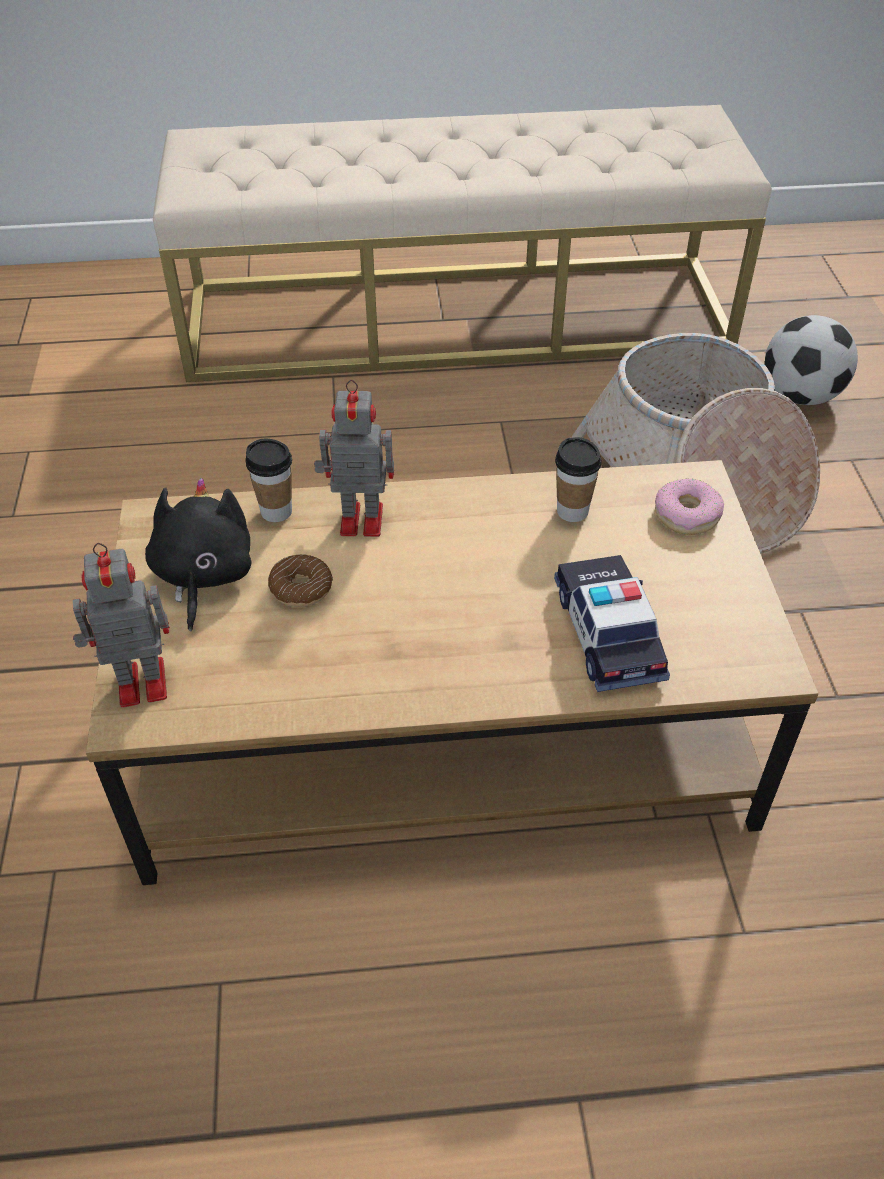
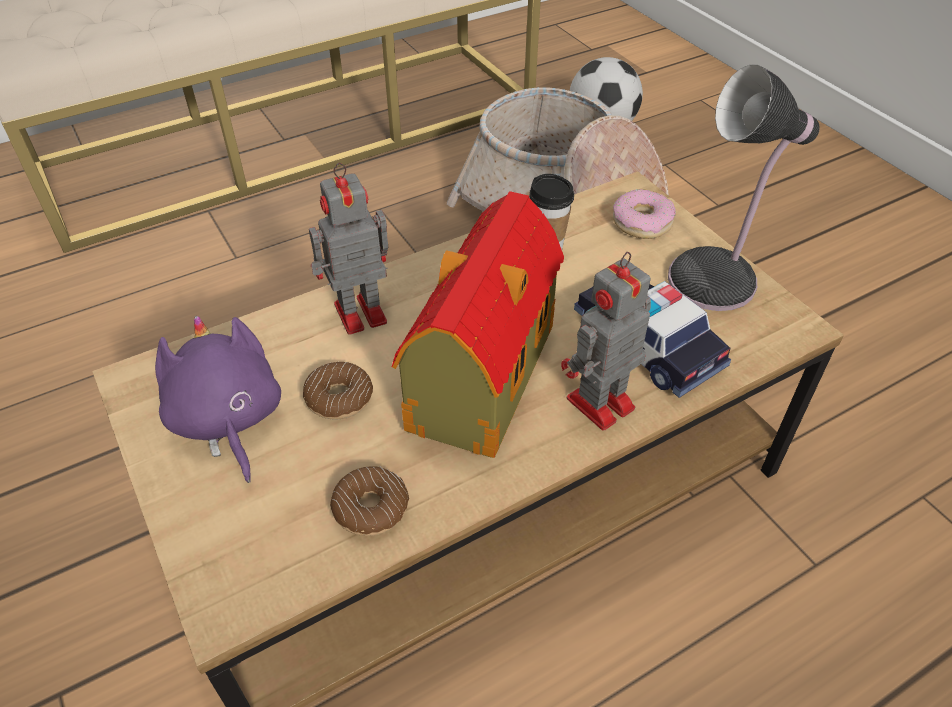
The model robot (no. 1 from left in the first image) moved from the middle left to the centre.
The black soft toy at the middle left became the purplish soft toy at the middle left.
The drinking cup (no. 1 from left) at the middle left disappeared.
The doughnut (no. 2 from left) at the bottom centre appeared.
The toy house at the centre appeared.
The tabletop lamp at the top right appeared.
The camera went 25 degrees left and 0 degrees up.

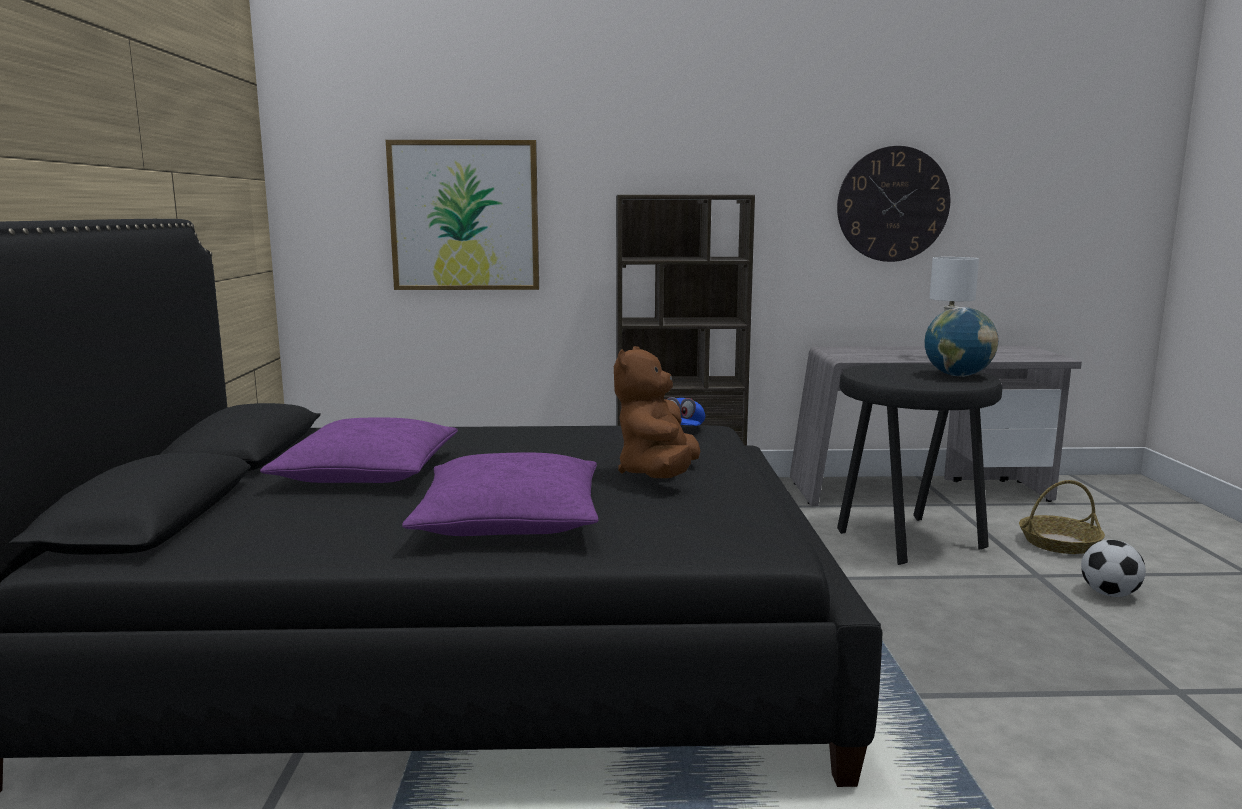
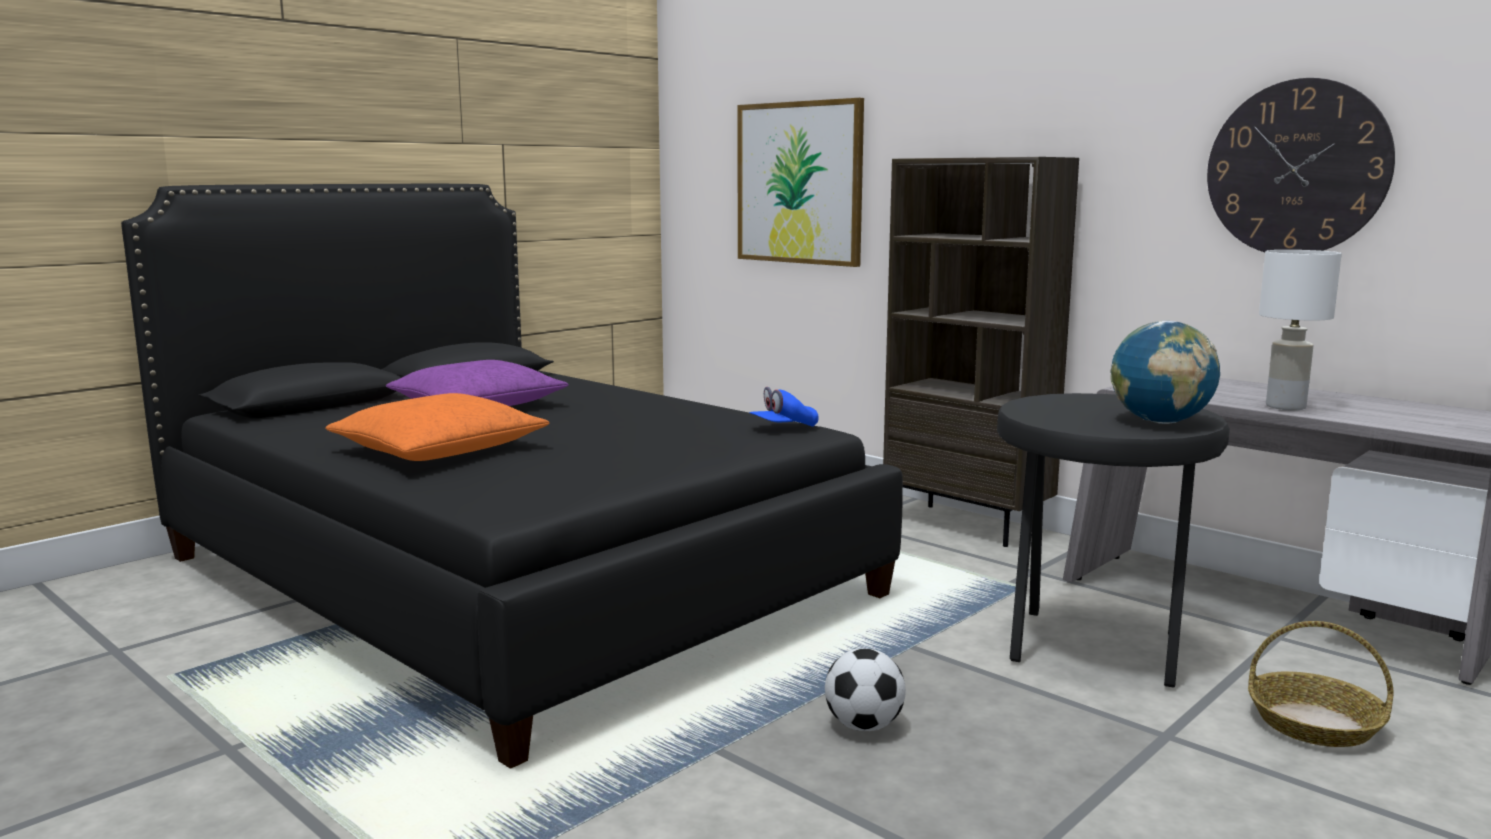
The purplish throw pillow (no. 2 from left) at the centre became the orangey throw pillow at the middle left.
The brownish soft toy at the centre disappeared.
The football moved from the bottom right to the bottom centre.
The camera went 45 degrees right and 0 degrees up.

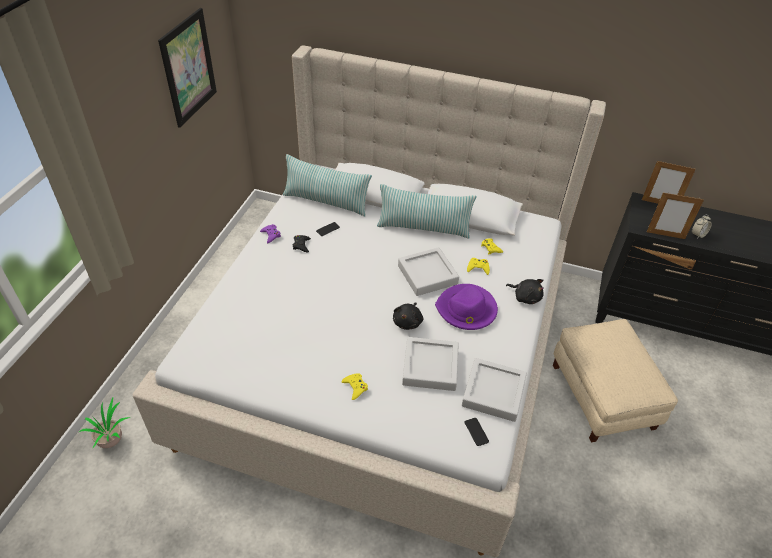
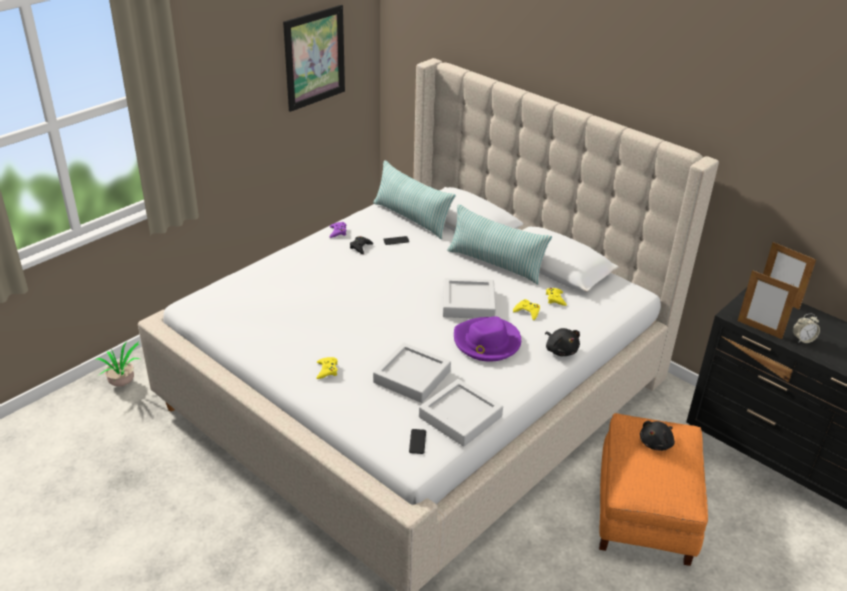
The black soft toy (no. 1 from left in the first image) moved from the centre to the bottom right.
The beige-coloured pouffe at the bottom right became the orangey pouffe at the bottom right.
The camera went 25 degrees right and 10 degrees down.

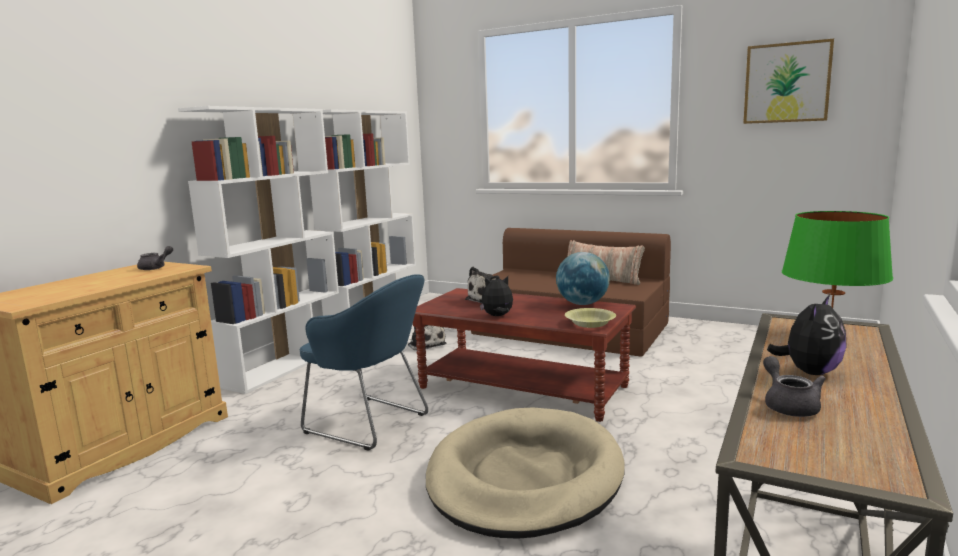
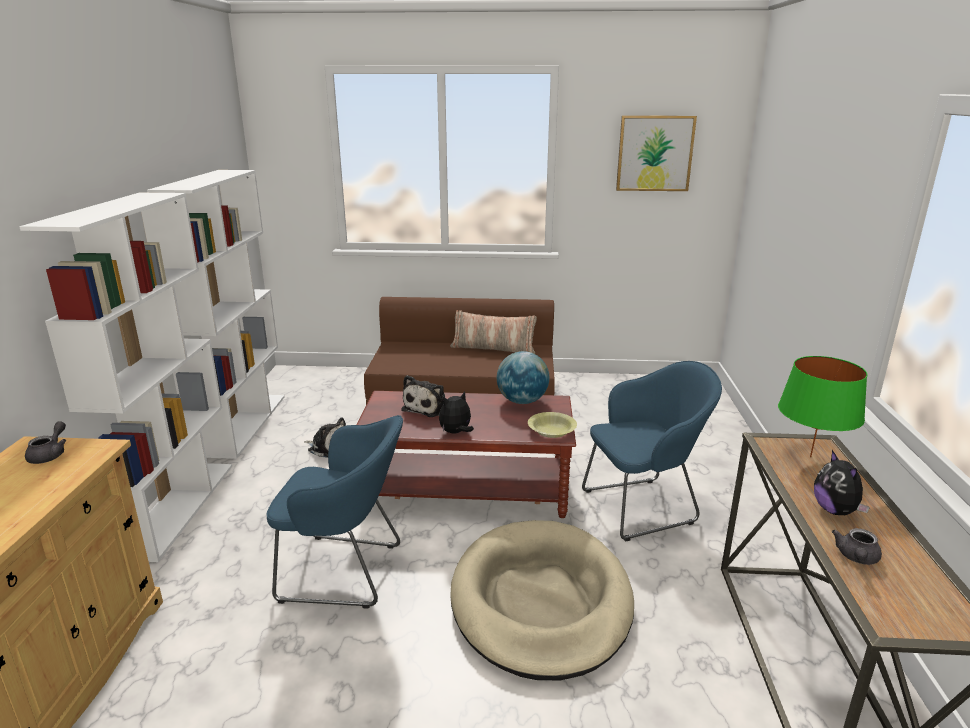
The greyish tea pot (no. 2 from left) at the bottom right turned 120 degrees counterclockwise.
The soft toy (no. 4 from left) at the middle right turned 150 degrees clockwise.
The blue-coloured armchair (no. 2 from left) at the middle right appeared.
The camera went 25 degrees left and 10 degrees up.

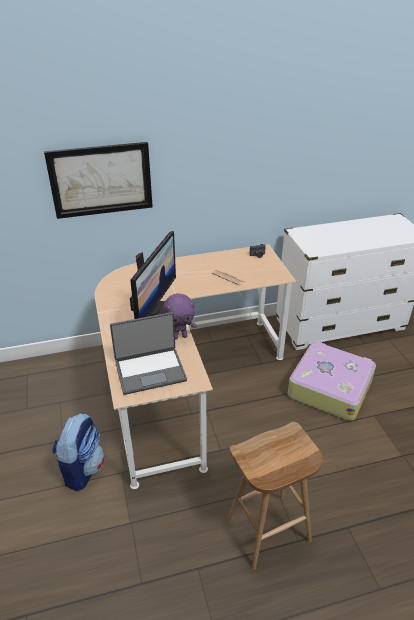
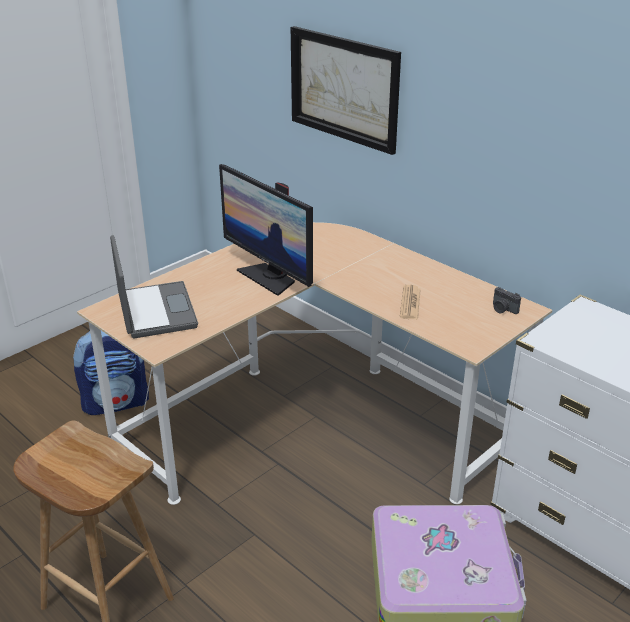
The portable computer at the centre turned 150 degrees counterclockwise.
The computer screen at the centre turned 60 degrees clockwise.
The purplish soft toy at the centre disappeared.
The camera went 60 degrees right and 5 degrees down.

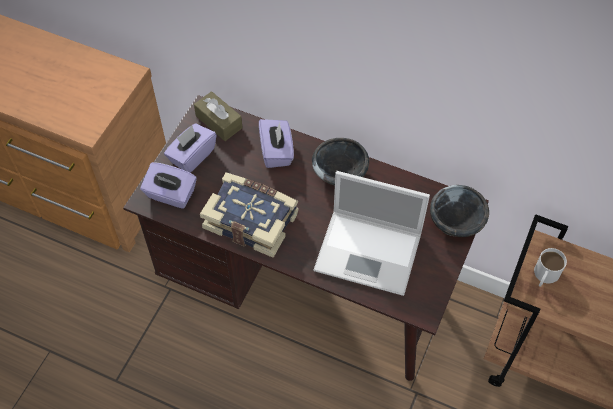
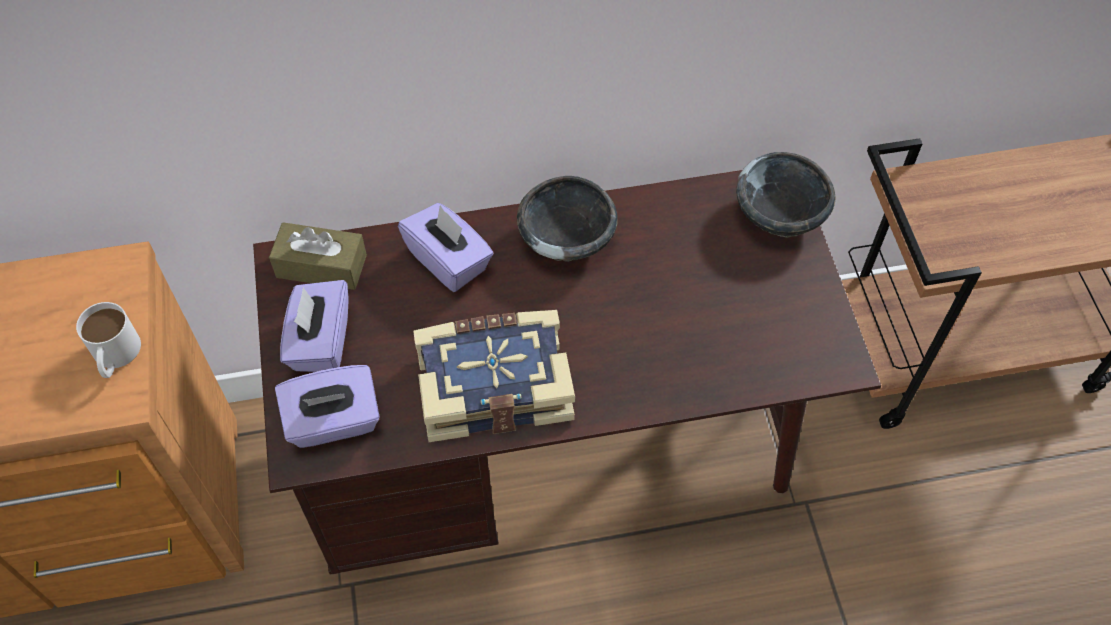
The portable computer at the centre disappeared.
The white tea mug moved from the middle right to the middle left.
The camera went 35 degrees left and 0 degrees up.

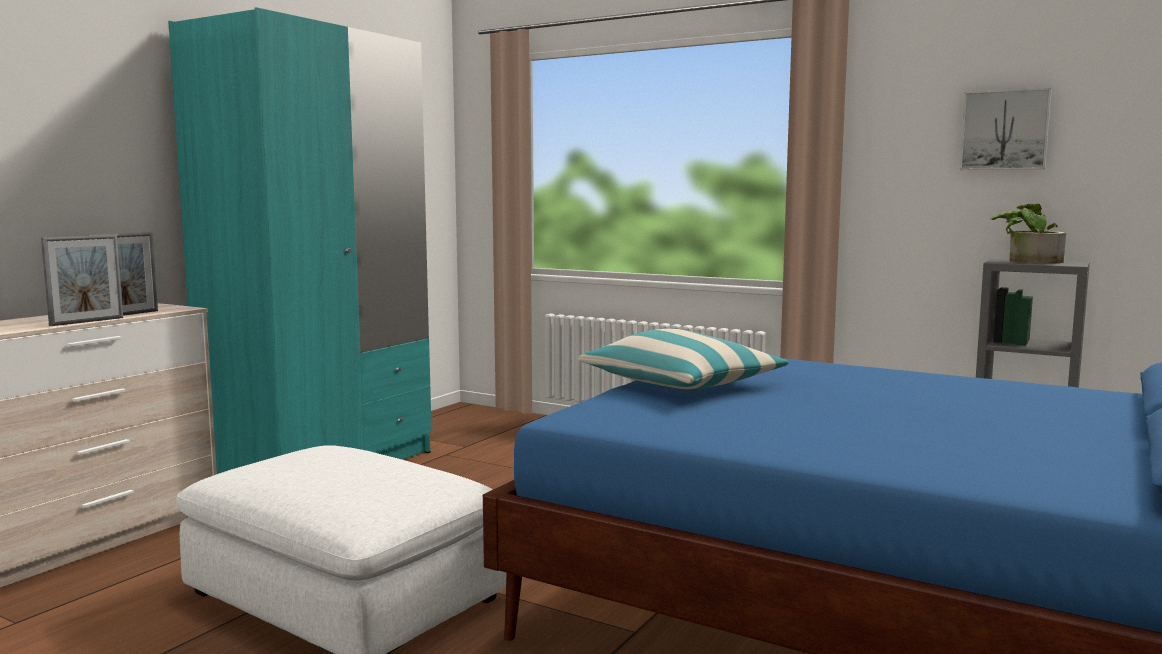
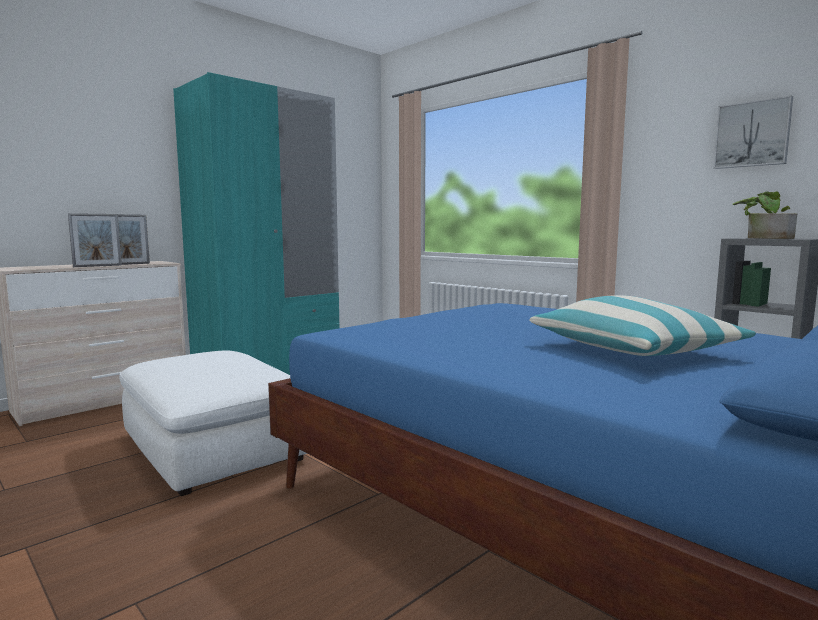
The throw pillow moved from the centre to the middle right.
The camera went 15 degrees right and 0 degrees up.

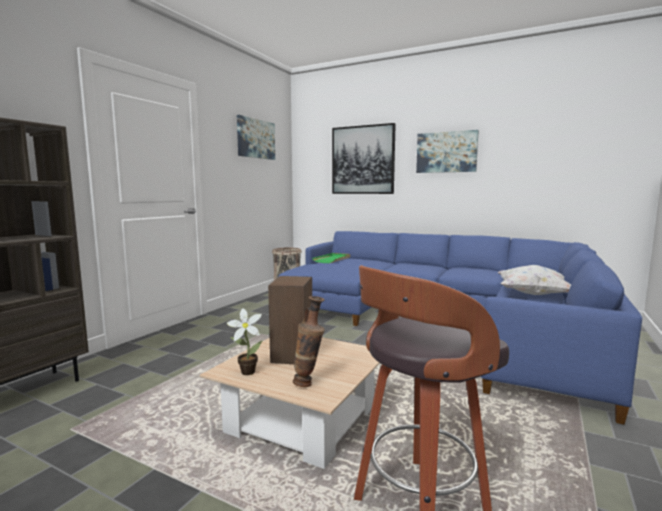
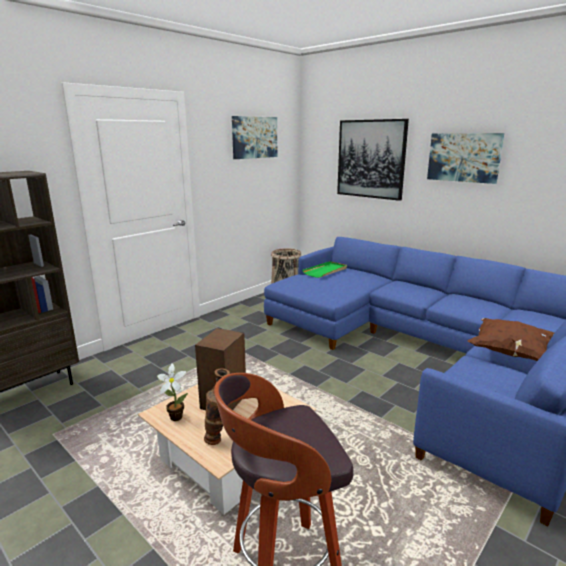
The white throw pillow at the middle right became the brownish throw pillow at the middle right.
The camera went 15 degrees right and 10 degrees up.

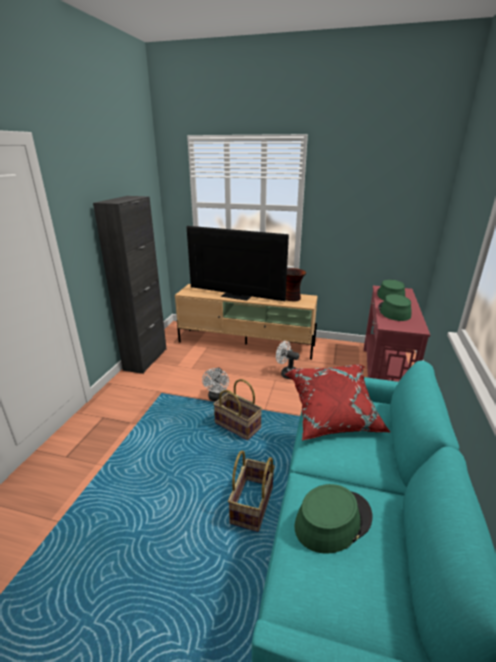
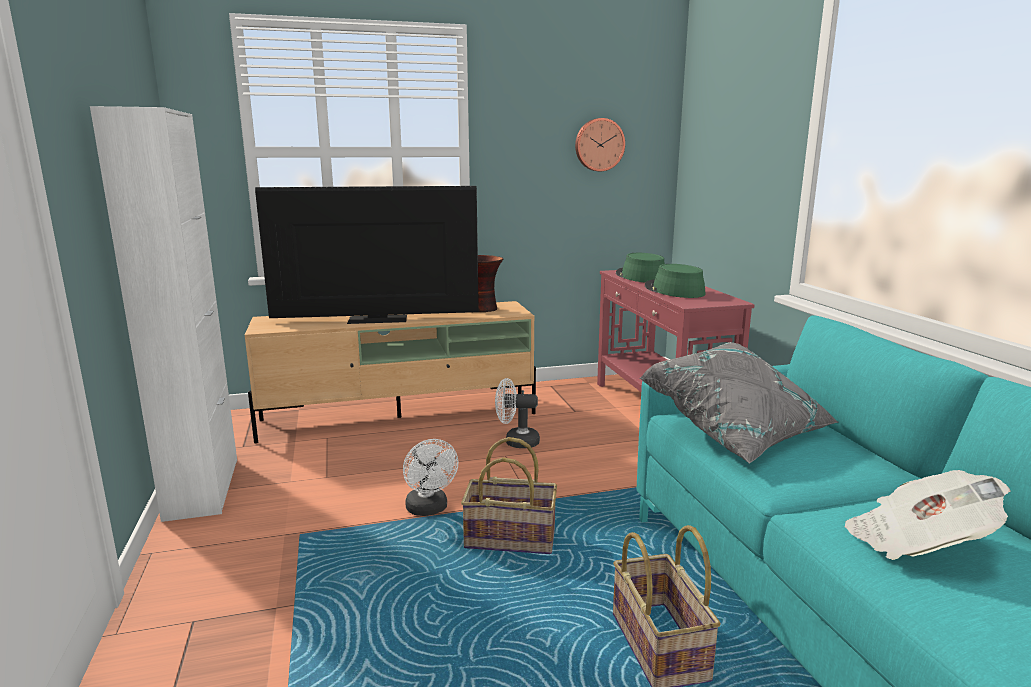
The black cupboard at the middle left became the white cupboard at the middle left.
The red-coloured throw pillow at the middle right became the greyish throw pillow at the middle right.
The greenish clothing hat (no. 1 from left) at the bottom right was replaced by the daily paper at the bottom right.
The wall clock at the top centre appeared.
The camera went 30 degrees left and 10 degrees down.

